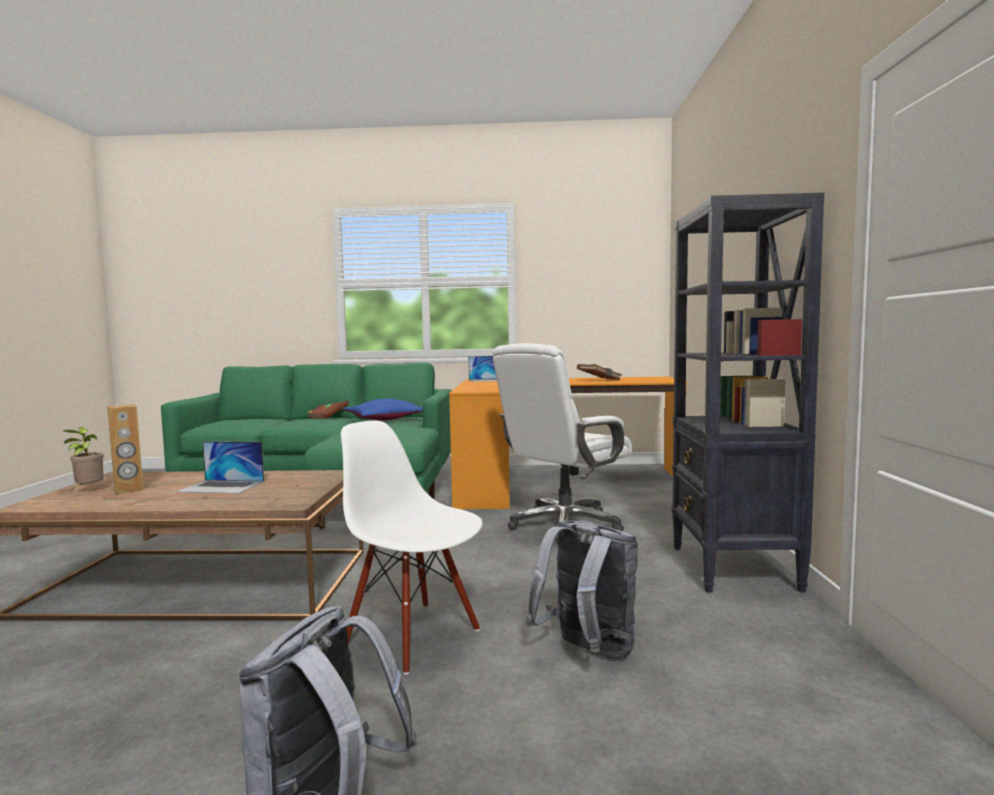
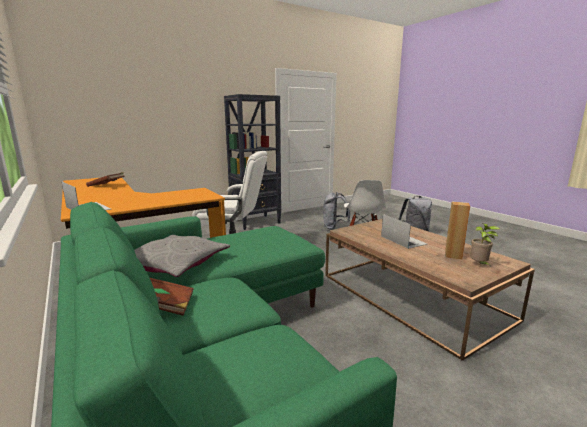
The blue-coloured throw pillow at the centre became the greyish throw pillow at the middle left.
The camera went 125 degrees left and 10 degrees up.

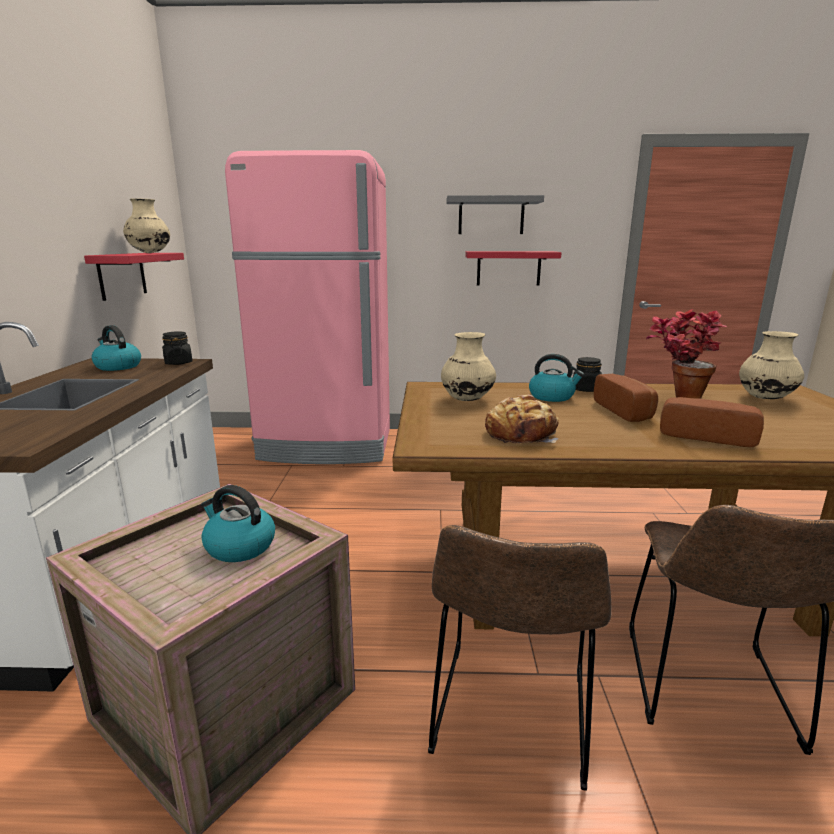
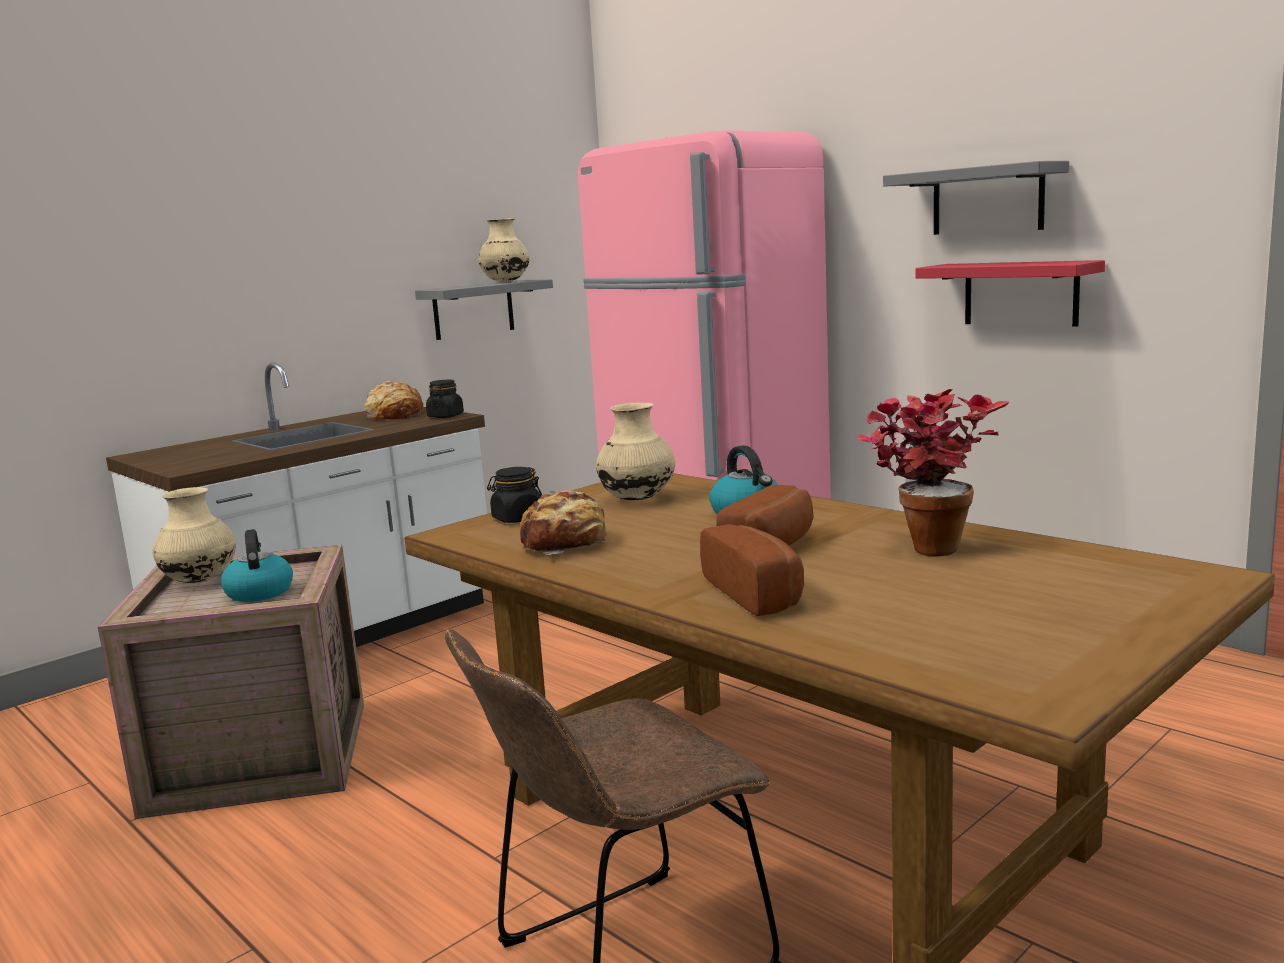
The red-coloured shelf (no. 1 from left) at the top left became the greyish shelf (no. 1 from left) at the top centre.
The tea kettle (no. 1 from left) at the middle left was replaced by the bread (no. 1 from left) at the middle left.
The brownish chair (no. 1 from left) at the bottom centre disappeared.
The black storage jar (no. 2 from left) moved from the middle right to the centre.
The beige-coloured decorative vase (no. 3 from left in the first image) moved from the middle right to the middle left.
The camera went 45 degrees right and 5 degrees down.

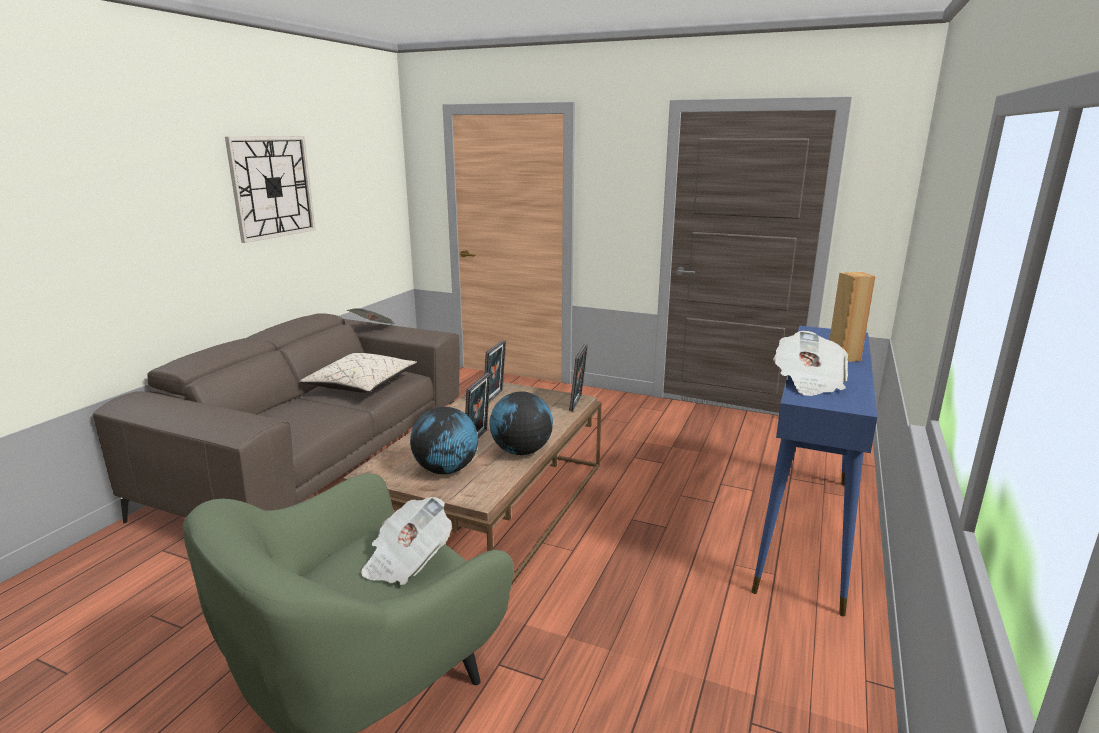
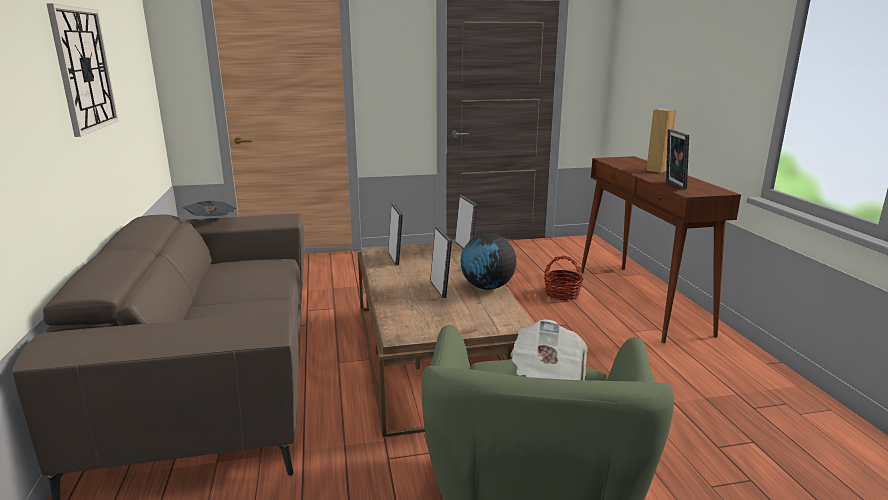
The beige-coloured throw pillow at the middle left disappeared.
The globe (no. 1 from left) at the centre disappeared.
The blue-coloured narrow table at the middle right became the brownish narrow table at the middle right.
The daily paper (no. 3 from left) at the middle right was replaced by the picture frame (no. 4 from left) at the top right.
The household basket at the centre appeared.
The camera went 35 degrees left and 0 degrees up.

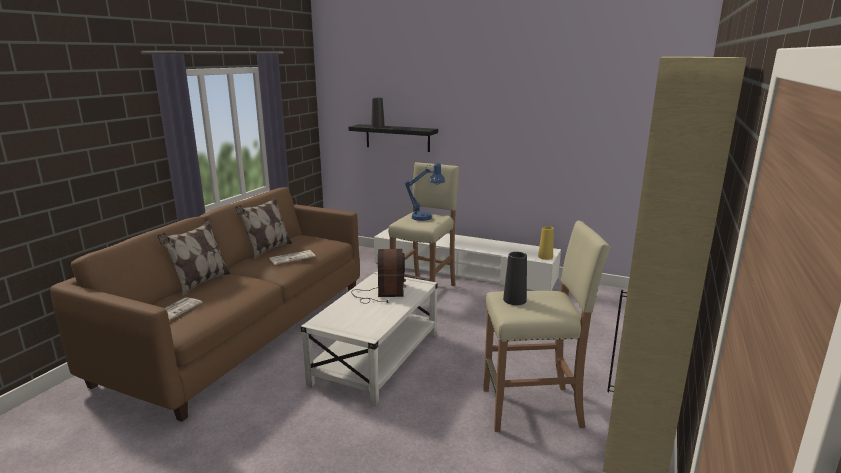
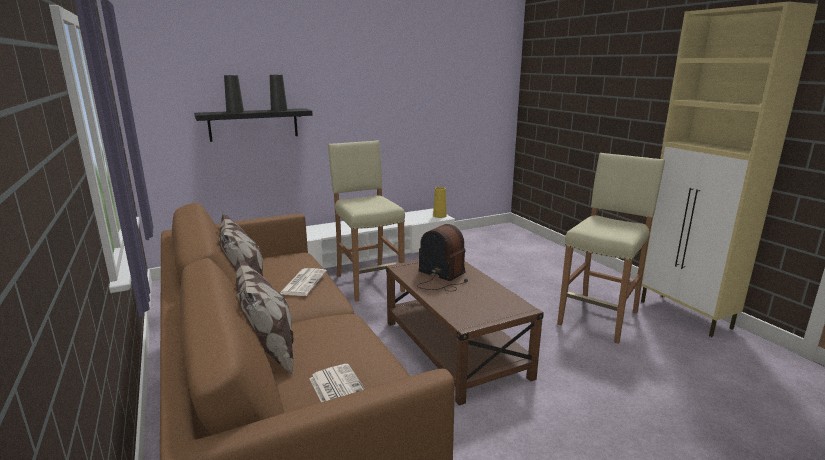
The white lounge table at the bottom centre became the brownish lounge table at the bottom centre.
The blue-coloured tabletop lamp at the centre disappeared.
The black decorative vase (no. 2 from left) moved from the centre to the top centre.
The camera went 50 degrees left and 0 degrees up.

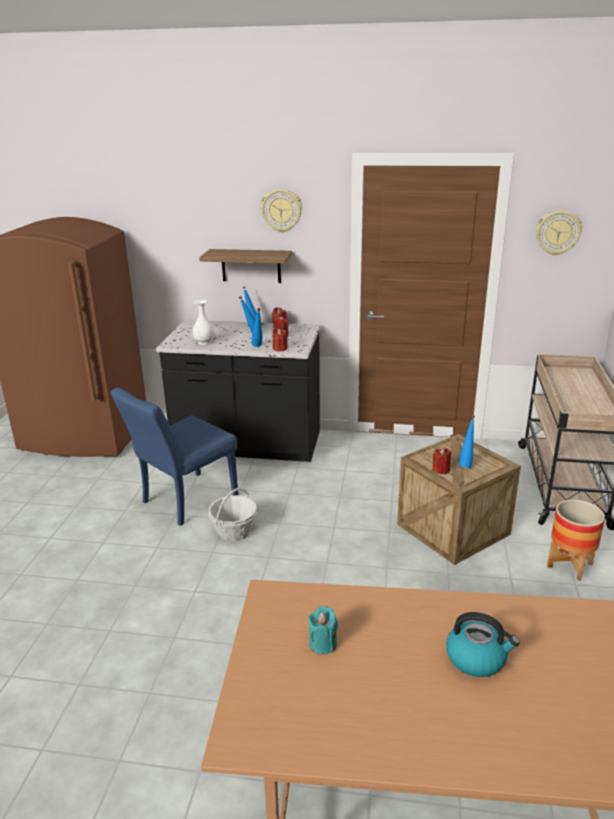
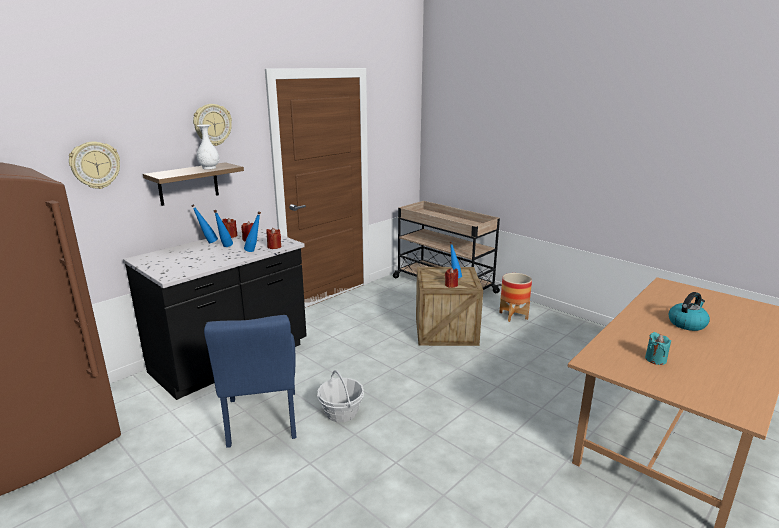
The white decorative vase moved from the middle left to the top left.
The wall clock (no. 2 from left in the first image) moved from the top right to the top left.
The camera went 55 degrees left and 5 degrees down.

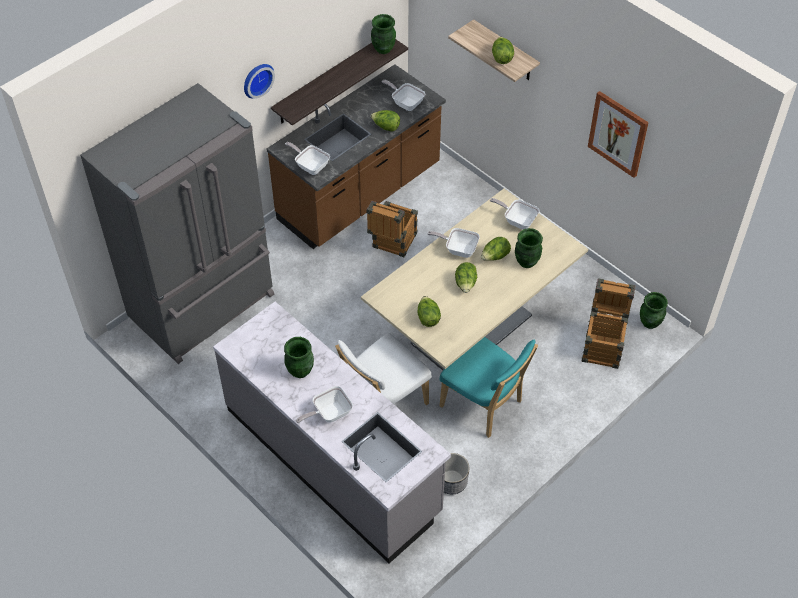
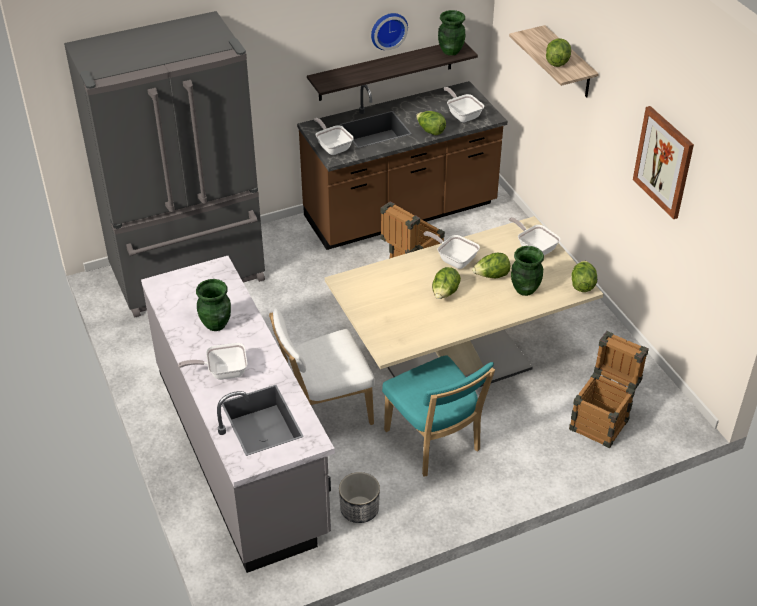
The wall clock moved from the top left to the top centre.
The lettuce head (no. 2 from left in the first image) moved from the centre to the middle right.
The greenish decorative vase (no. 4 from left) at the middle right disappeared.
The camera went 20 degrees right and 10 degrees down.

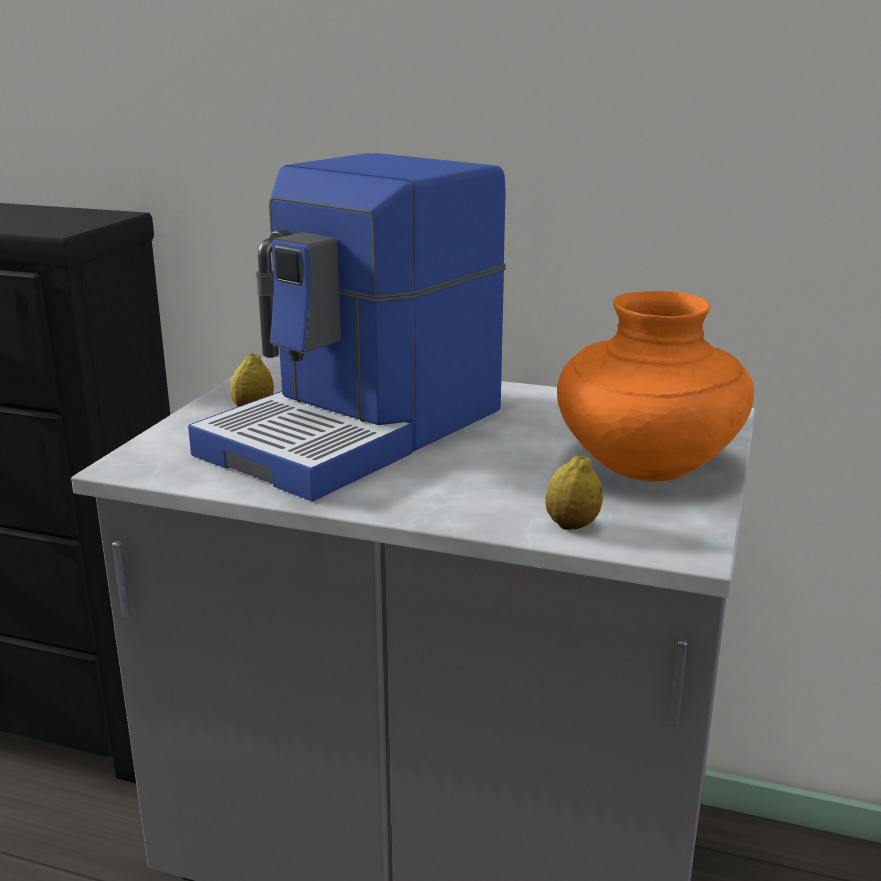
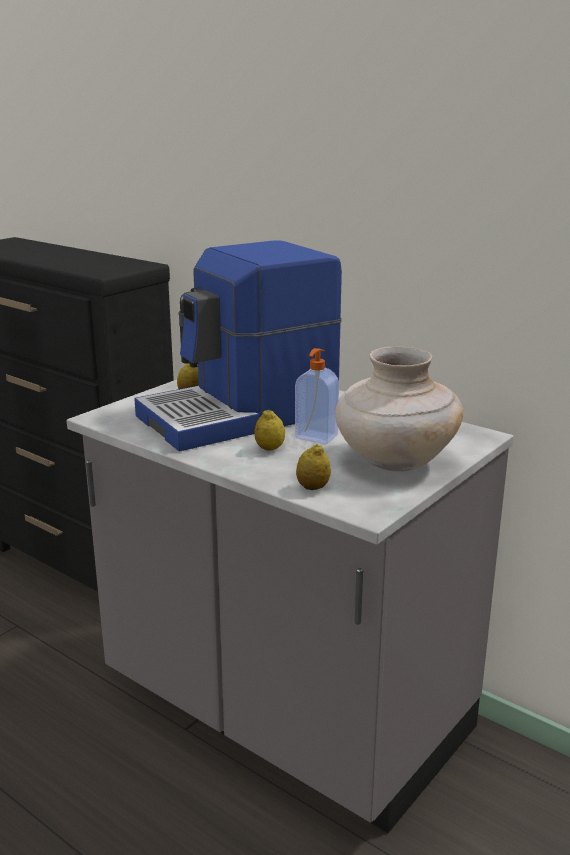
The orangey decorative vase at the middle right became the beige-coloured decorative vase at the middle right.
The citrus fruit (no. 2 from left) at the centre appeared.
The soap bottle at the centre appeared.
The camera went 20 degrees right and 0 degrees up.

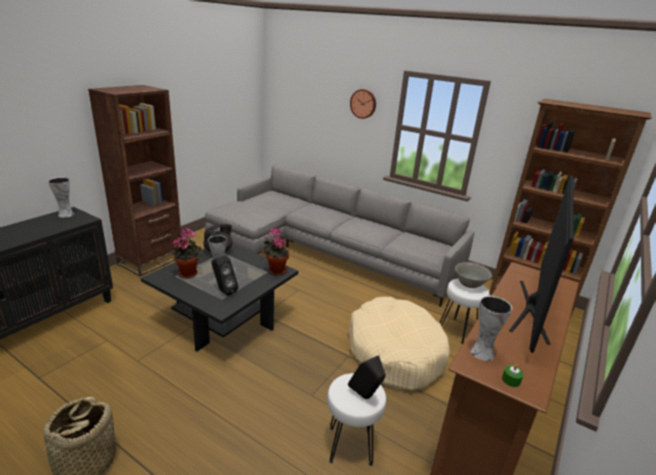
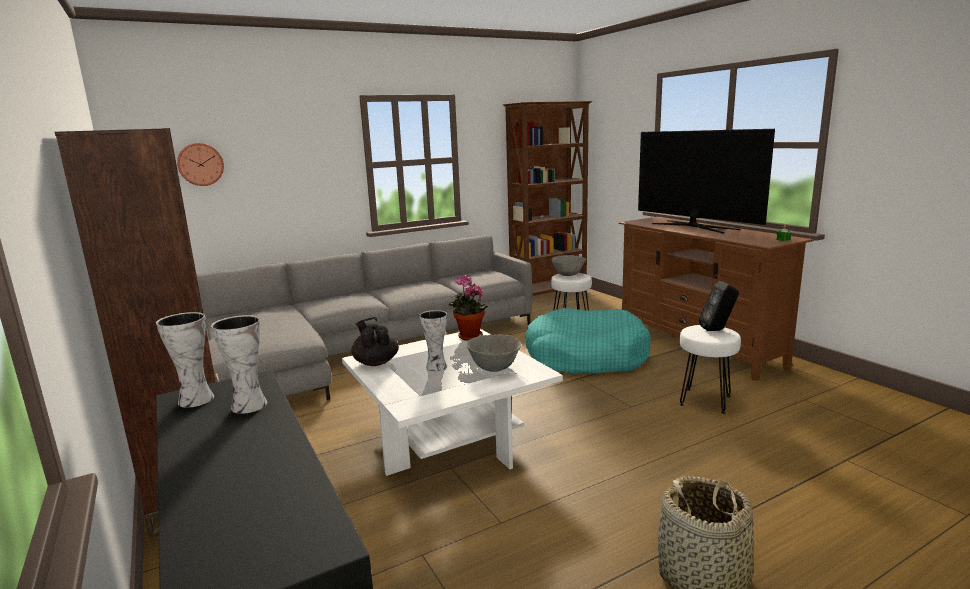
The black lounge table at the centre became the white lounge table at the bottom centre.
The potted plant (no. 1 from left) at the middle left disappeared.
The black audio speaker (no. 1 from left) at the centre was replaced by the greyish deep dish (no. 1 from left) at the centre.
The beige-coloured dog bed at the bottom centre became the blue-green dog bed at the centre.
The wall clock moved from the top centre to the top left.
The decorative vase (no. 3 from left in the first image) moved from the bottom right to the middle left.
The camera went 60 degrees left and 10 degrees down.

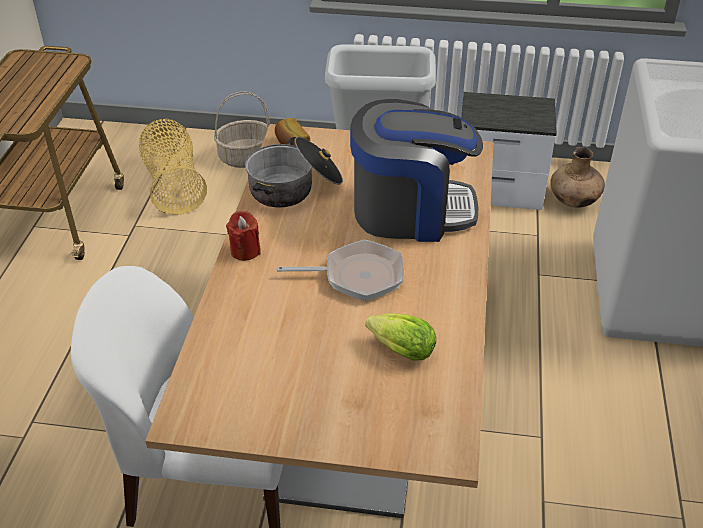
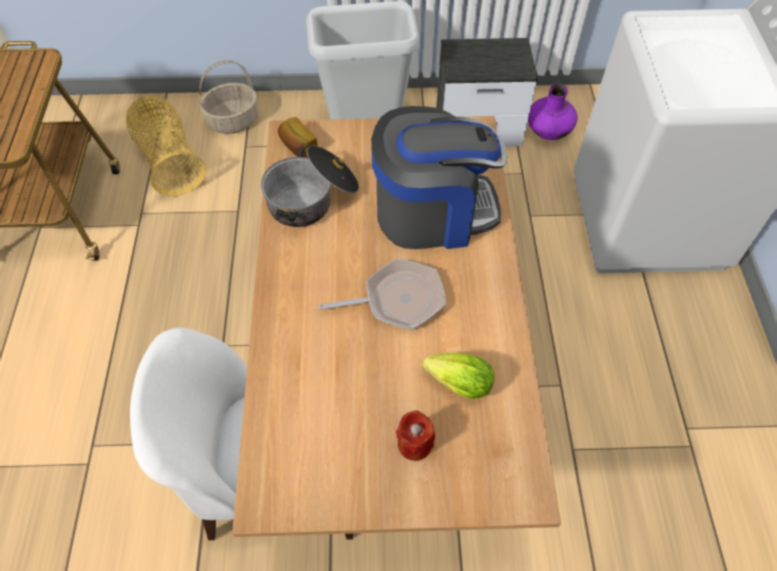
The red-coloured candle moved from the centre to the bottom centre.
The brownish decorative vase at the middle right became the purplish decorative vase at the top right.
The camera went 10 degrees left and 15 degrees up.

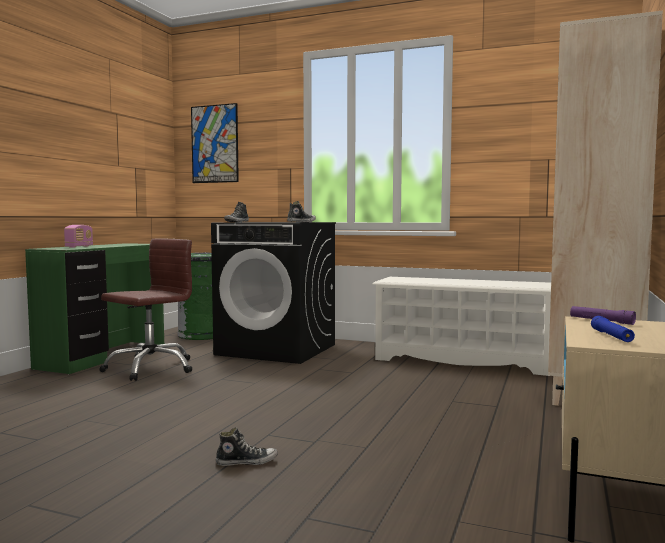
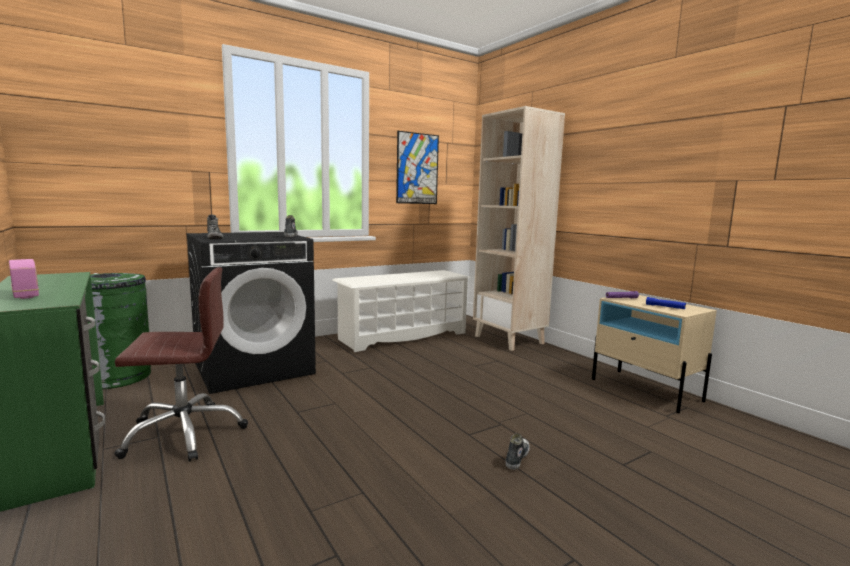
The brownish office chair at the middle left turned 90 degrees clockwise.
The wall art moved from the top left to the top centre.
The camera went 55 degrees left and 5 degrees up.

